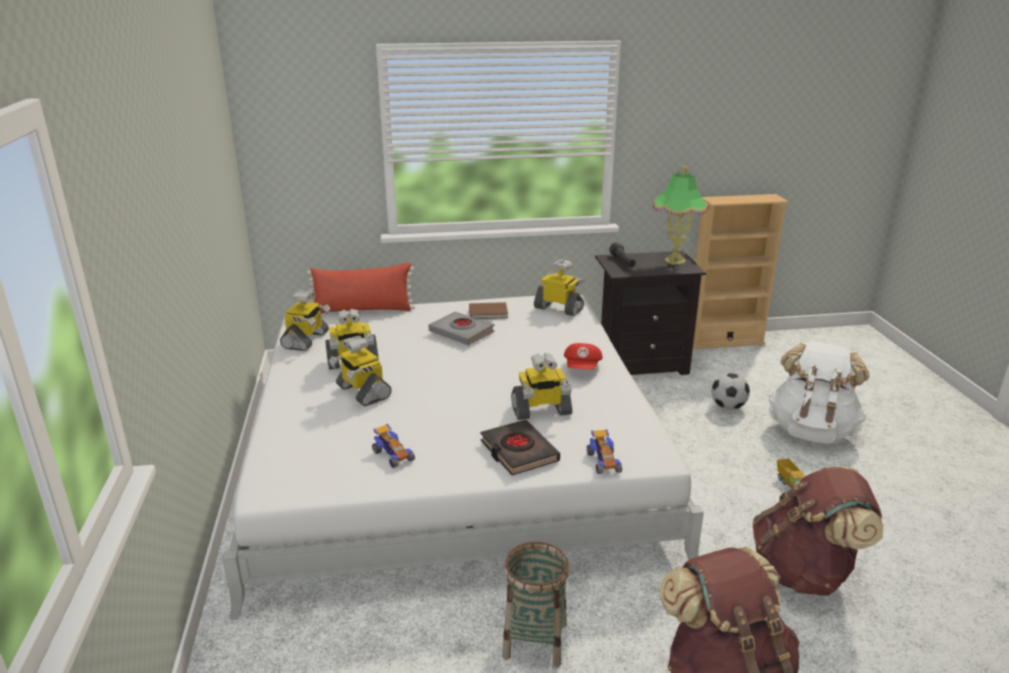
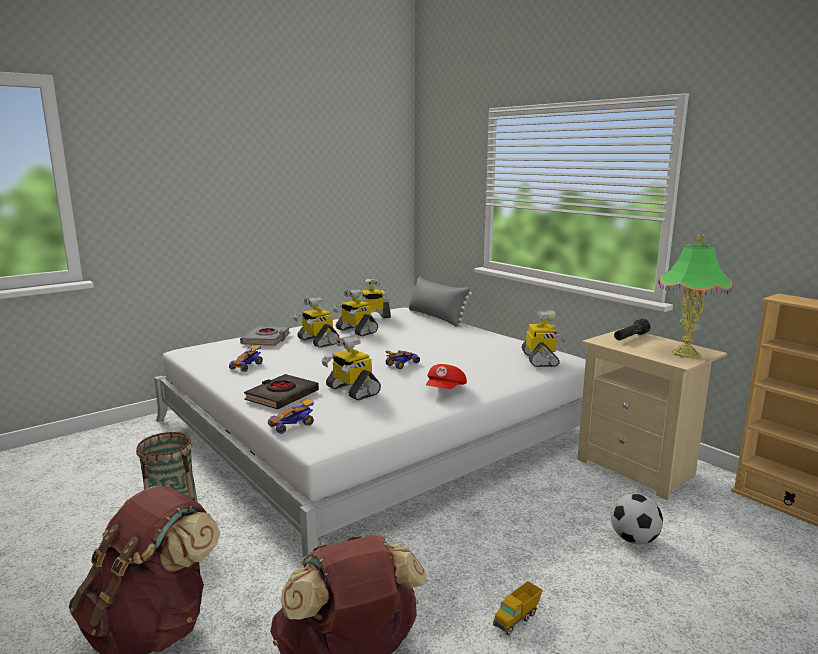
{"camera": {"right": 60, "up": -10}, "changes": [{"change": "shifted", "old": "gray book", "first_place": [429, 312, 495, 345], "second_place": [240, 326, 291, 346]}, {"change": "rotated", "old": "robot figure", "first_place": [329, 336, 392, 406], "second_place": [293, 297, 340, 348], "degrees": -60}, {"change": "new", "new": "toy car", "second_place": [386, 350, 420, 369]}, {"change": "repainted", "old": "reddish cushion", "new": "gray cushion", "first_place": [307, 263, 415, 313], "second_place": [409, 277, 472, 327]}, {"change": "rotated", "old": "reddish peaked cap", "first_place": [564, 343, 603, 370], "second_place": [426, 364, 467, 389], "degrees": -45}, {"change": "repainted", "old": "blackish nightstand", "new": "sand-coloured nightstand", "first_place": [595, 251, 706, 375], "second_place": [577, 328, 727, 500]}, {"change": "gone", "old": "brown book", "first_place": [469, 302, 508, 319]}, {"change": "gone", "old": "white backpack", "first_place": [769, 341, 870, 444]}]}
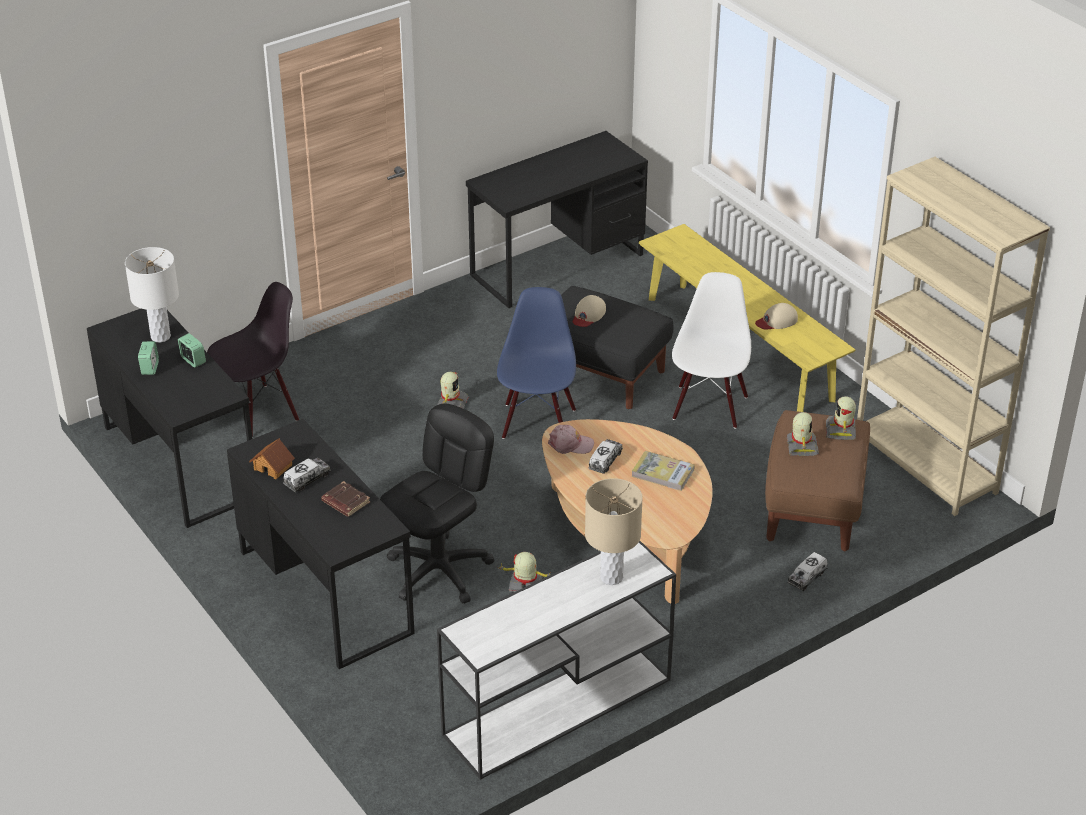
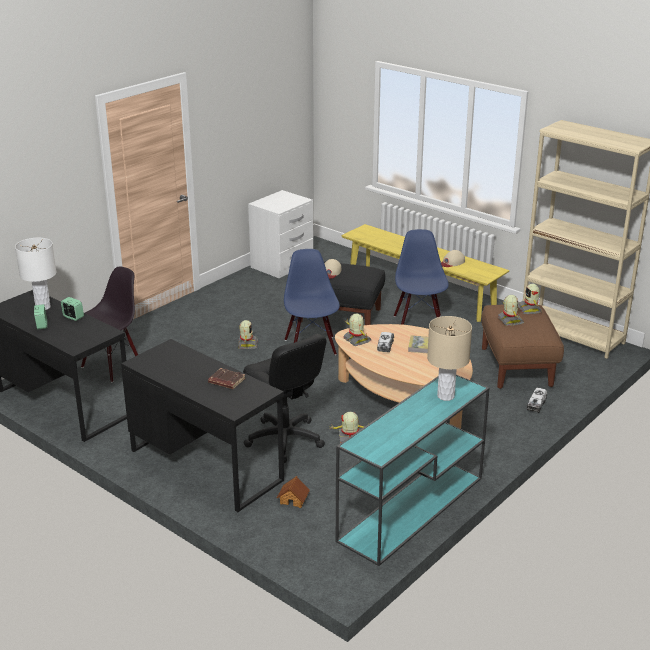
{"camera": {"right": -15, "up": -10}, "changes": [{"change": "rotated", "old": "blackish office chair", "first_place": [380, 404, 494, 604], "second_place": [243, 334, 327, 463], "degrees": 120}, {"change": "swapped", "old": "blackish desk unit", "new": "white nightstand", "first_place": [466, 131, 648, 308], "second_place": [248, 190, 313, 278]}, {"change": "shifted", "old": "miniature house", "first_place": [249, 438, 295, 479], "second_place": [277, 476, 310, 508]}, {"change": "repainted", "old": "white hall table", "new": "turquoise-coloured hall table", "first_place": [437, 541, 676, 780], "second_place": [336, 375, 489, 566]}, {"change": "swapped", "old": "pink-coloured peaked cap", "new": "robot figure", "first_place": [548, 425, 594, 454], "second_place": [344, 314, 372, 346]}, {"change": "repainted", "old": "white plain chair", "new": "bluish plain chair", "first_place": [672, 272, 751, 429], "second_place": [394, 229, 449, 325]}, {"change": "gone", "old": "toy truck", "first_place": [283, 458, 331, 492]}]}
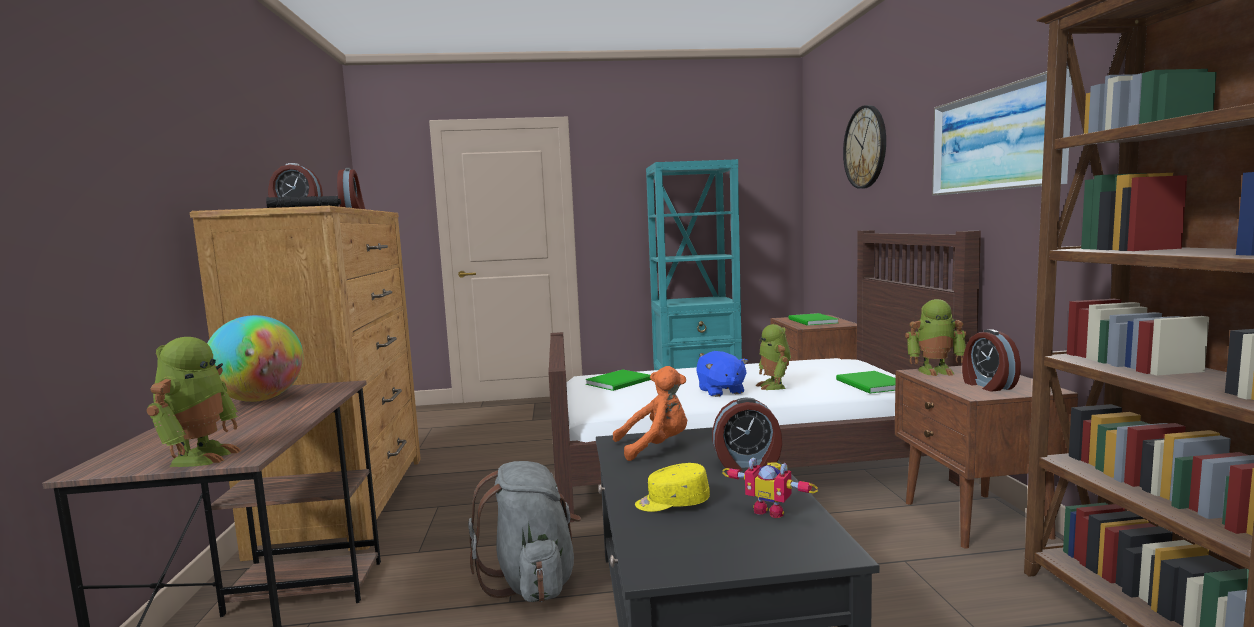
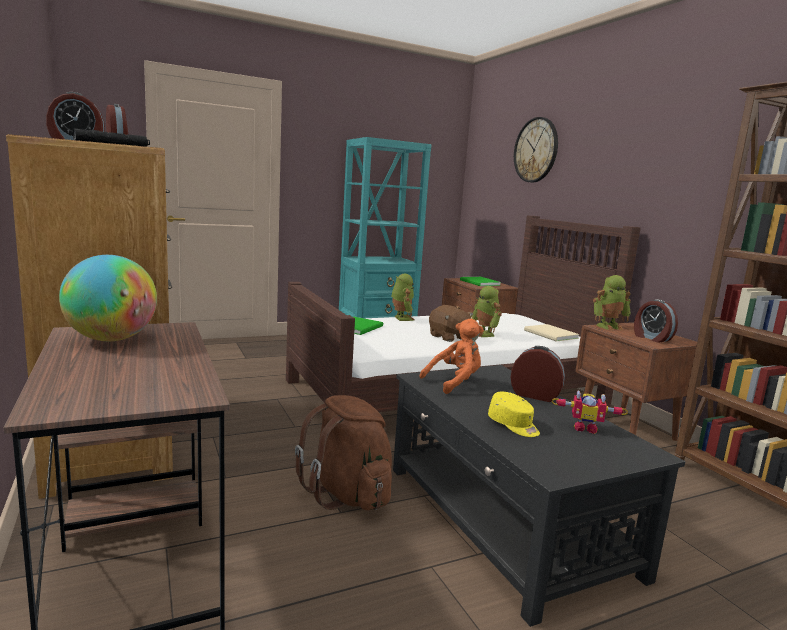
{"camera": {"right": -20, "up": 5}, "changes": [{"change": "repainted", "old": "gray backpack", "new": "brown backpack", "first_place": [468, 461, 581, 602], "second_place": [295, 395, 392, 510]}, {"change": "shifted", "old": "robot figure", "first_place": [147, 337, 241, 467], "second_place": [391, 274, 414, 321]}, {"change": "repainted", "old": "bluish cuddly toy", "new": "brown cuddly toy", "first_place": [696, 351, 748, 397], "second_place": [429, 305, 473, 342]}, {"change": "rotated", "old": "yellowish peaked cap", "first_place": [635, 463, 710, 512], "second_place": [488, 392, 540, 437], "degrees": -105}, {"change": "rotated", "old": "alarm clock", "first_place": [712, 398, 782, 471], "second_place": [511, 346, 565, 402], "degrees": -135}, {"change": "repainted", "old": "green book", "new": "sand-coloured book", "first_place": [836, 371, 895, 394], "second_place": [524, 324, 580, 342]}, {"change": "gone", "old": "picture", "first_place": [932, 66, 1072, 195]}]}
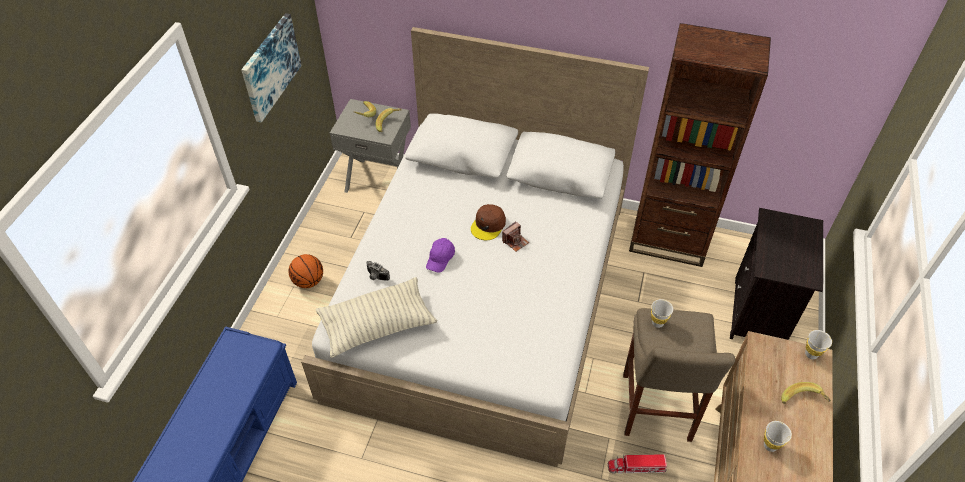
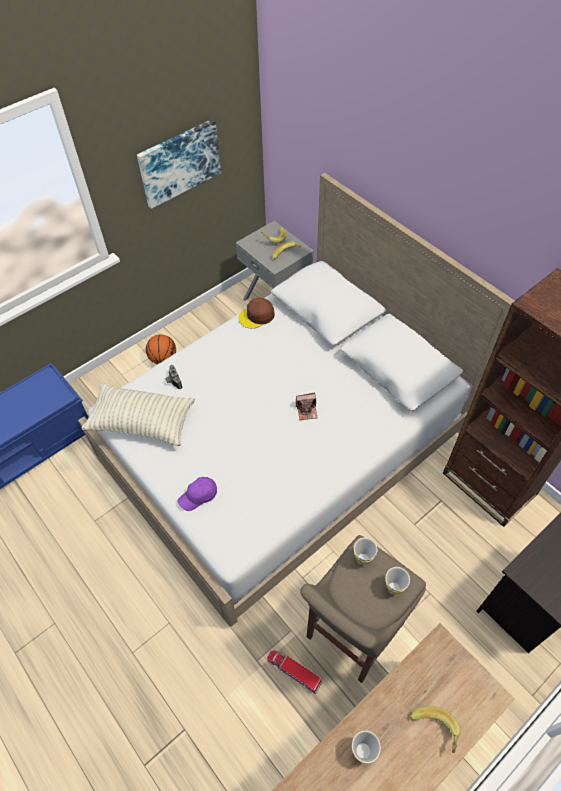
{"camera": {"right": 35, "up": 5}, "changes": [{"change": "shifted", "old": "purple peaked cap", "first_place": [426, 238, 455, 273], "second_place": [178, 477, 217, 511]}, {"change": "shifted", "old": "brown peaked cap", "first_place": [471, 204, 506, 240], "second_place": [238, 298, 275, 329]}, {"change": "shifted", "old": "white drinking cup", "first_place": [805, 330, 832, 359], "second_place": [385, 567, 410, 595]}]}
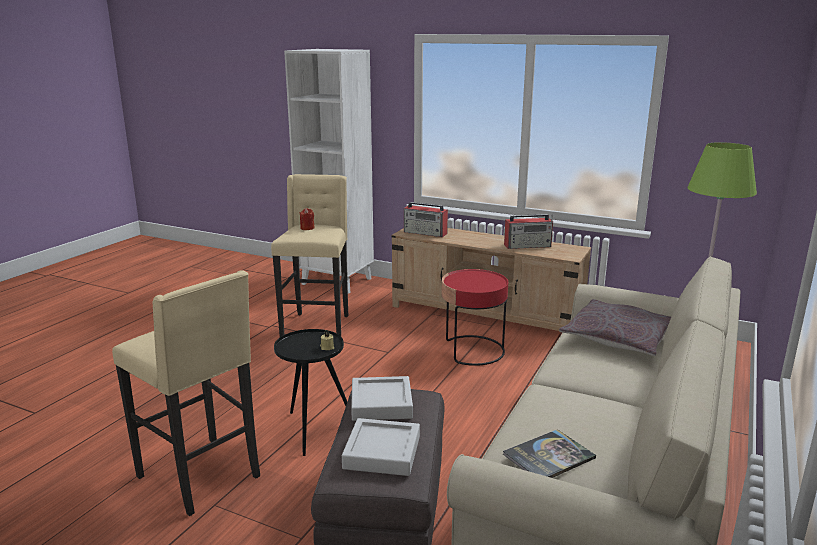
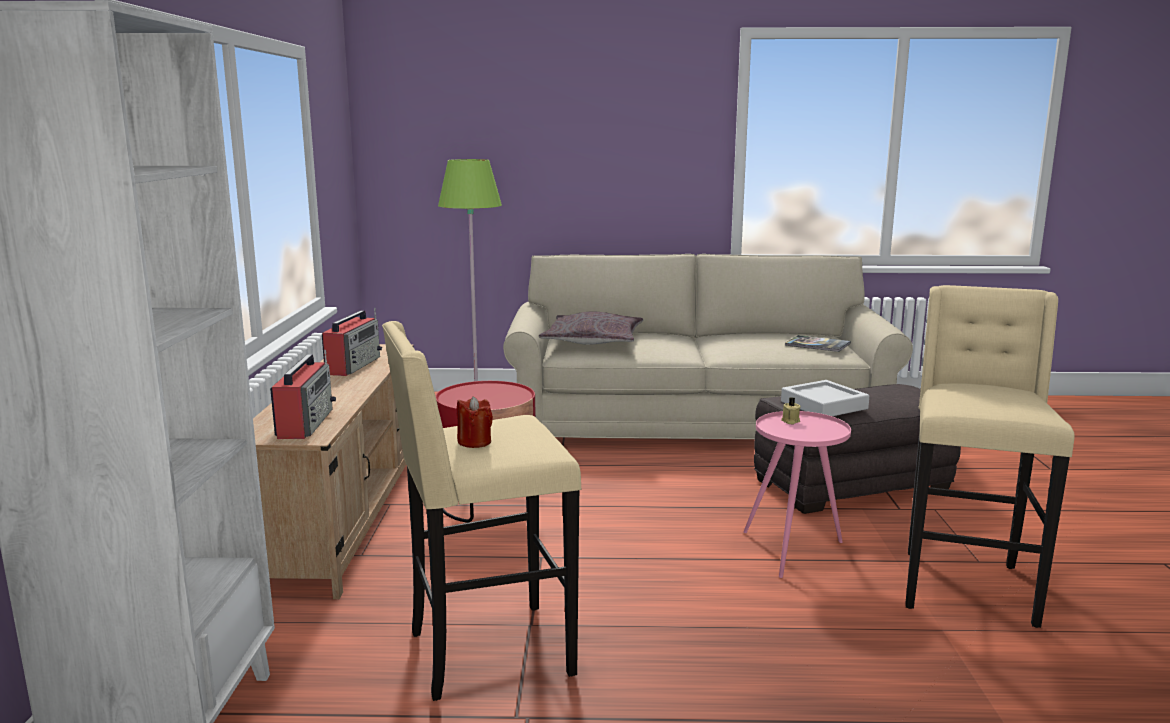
{"camera": {"right": -115, "up": -5}, "changes": [{"change": "rotated", "old": "radio receiver", "first_place": [504, 214, 553, 249], "second_place": [322, 307, 382, 376], "degrees": 45}, {"change": "repainted", "old": "blackish side table", "new": "pink-coloured side table", "first_place": [274, 329, 347, 456], "second_place": [744, 411, 851, 578]}, {"change": "gone", "old": "gray carrying tray", "first_place": [342, 418, 420, 476]}]}
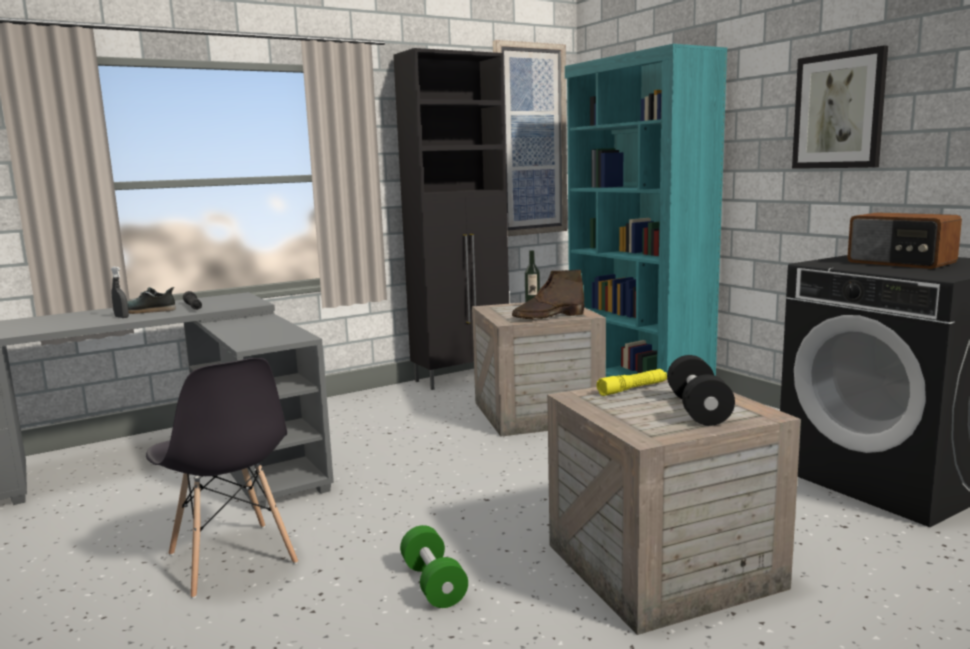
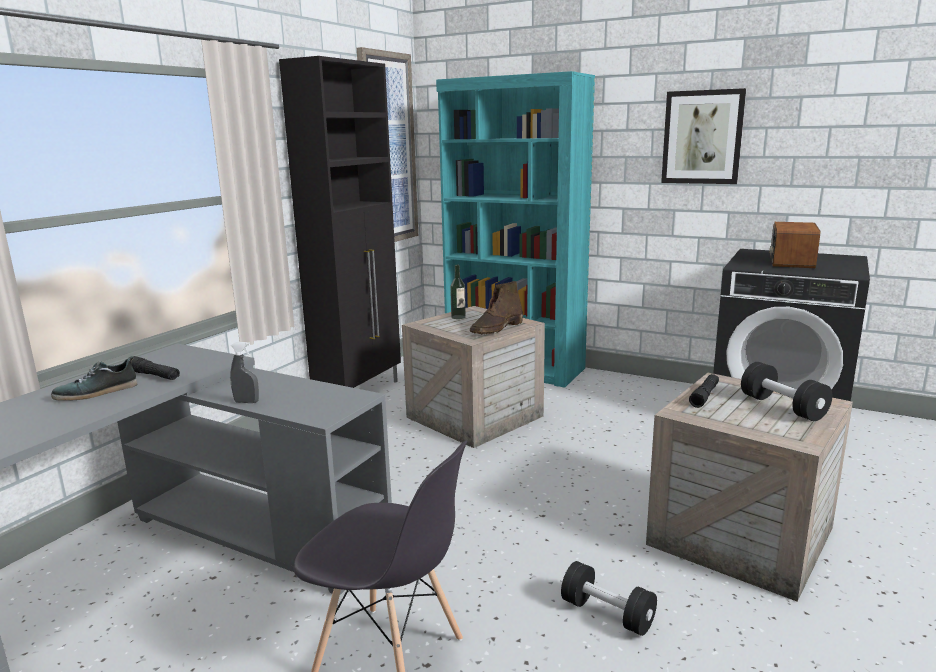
{"camera": {"right": -30, "up": 5}, "changes": [{"change": "shifted", "old": "gray spray bottle", "first_place": [111, 267, 129, 318], "second_place": [230, 342, 259, 403]}, {"change": "repainted", "old": "green dumbbell", "new": "blackish dumbbell", "first_place": [400, 525, 468, 608], "second_place": [561, 561, 657, 636]}, {"change": "repainted", "old": "yellowish flashlight", "new": "blackish flashlight", "first_place": [597, 369, 667, 396], "second_place": [689, 374, 719, 408]}, {"change": "rotated", "old": "radio receiver", "first_place": [847, 212, 962, 269], "second_place": [769, 222, 821, 268], "degrees": 90}]}
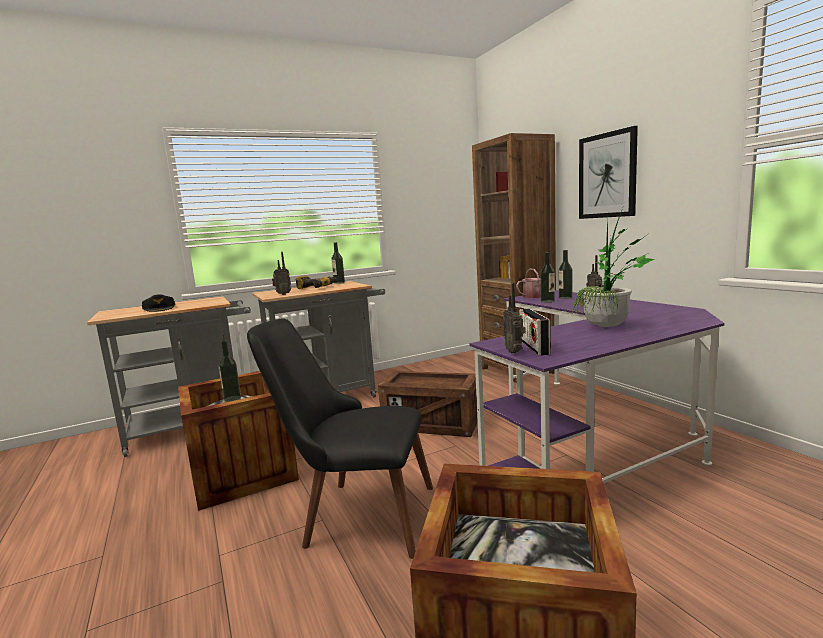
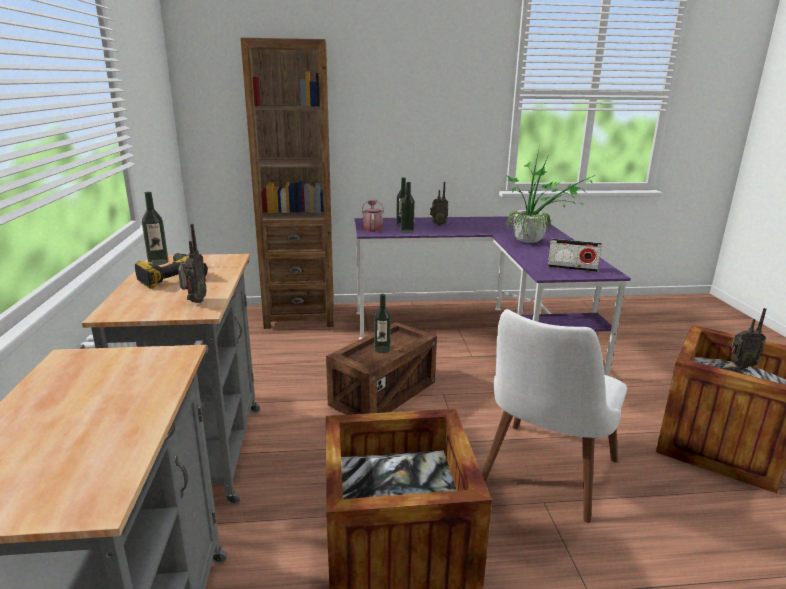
{"camera": {"right": -70, "up": 10}, "changes": [{"change": "shifted", "old": "bottle", "first_place": [219, 340, 241, 402], "second_place": [374, 294, 391, 353]}, {"change": "repainted", "old": "blackish plain chair", "new": "white plain chair", "first_place": [247, 318, 433, 559], "second_place": [482, 309, 627, 523]}, {"change": "shifted", "old": "radio receiver", "first_place": [503, 283, 526, 354], "second_place": [731, 308, 766, 368]}, {"change": "gone", "old": "blackish peaked cap", "first_place": [142, 294, 175, 312]}, {"change": "gone", "old": "picture", "first_place": [579, 126, 638, 219]}]}
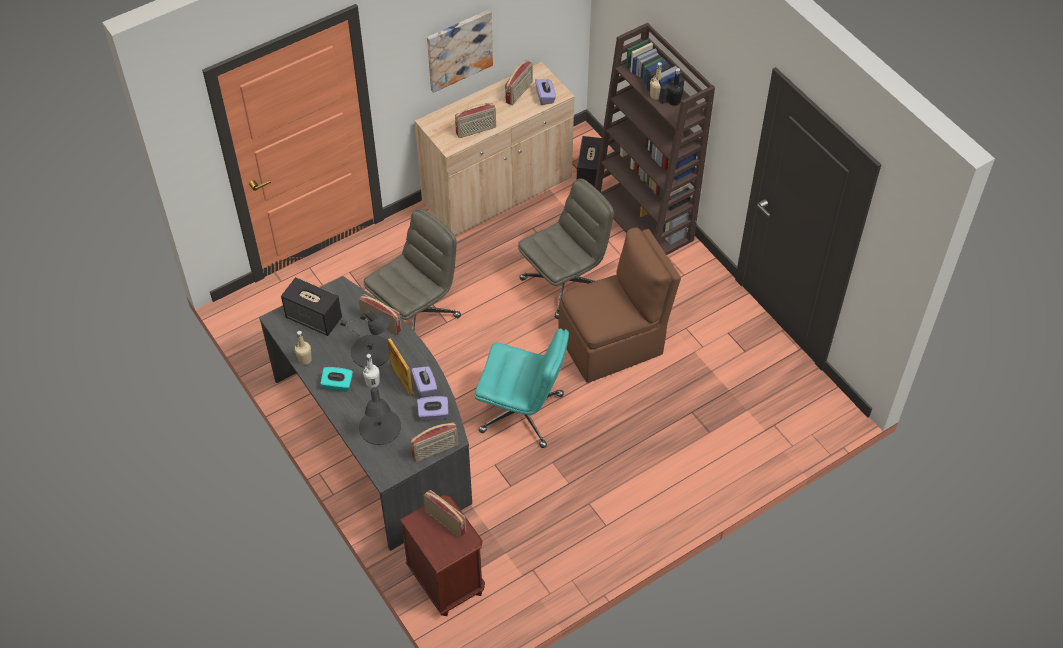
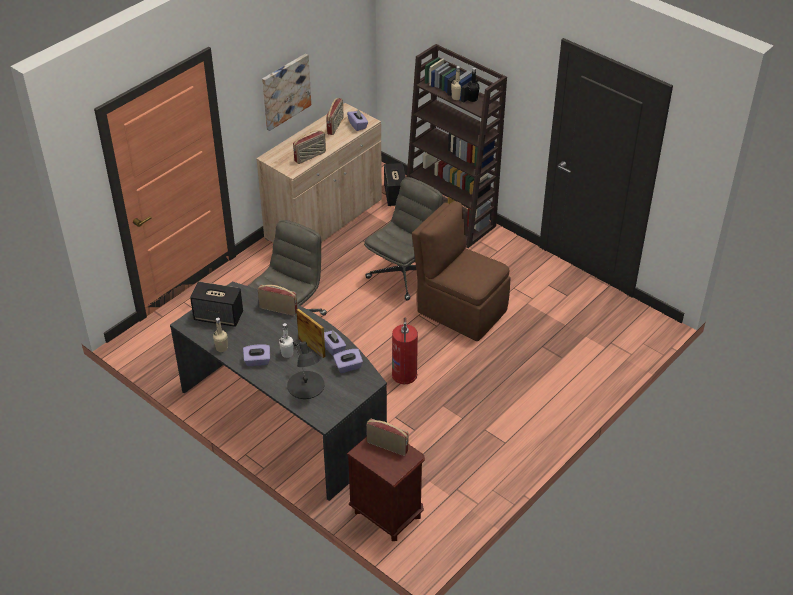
{"camera": {"right": -15, "up": -10}, "changes": [{"change": "repainted", "old": "turquoise-coloured tissue holder", "new": "purple tissue holder", "first_place": [320, 367, 353, 392], "second_place": [243, 344, 270, 366]}, {"change": "swapped", "old": "turquoise-coloured office chair", "new": "fire extinguisher", "first_place": [475, 328, 569, 448], "second_place": [392, 318, 418, 384]}, {"change": "rotated", "old": "brown plain chair", "first_place": [558, 227, 681, 383], "second_place": [412, 201, 511, 341], "degrees": -105}, {"change": "gone", "old": "blackish lamp for a table", "first_place": [340, 309, 390, 368]}, {"change": "gone", "old": "radio receiver", "first_place": [410, 422, 458, 462]}]}
